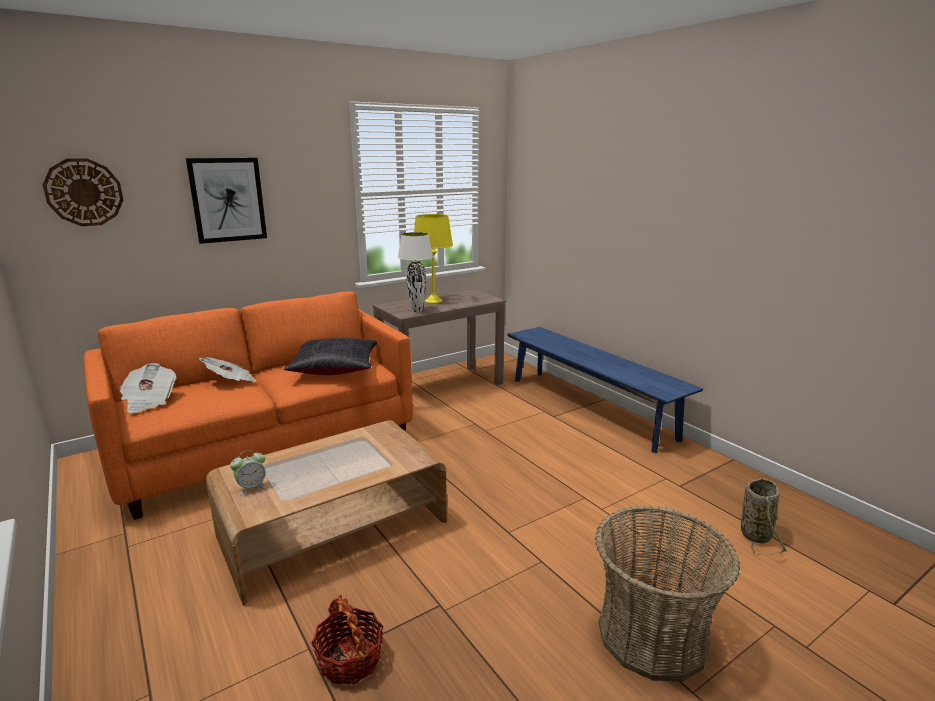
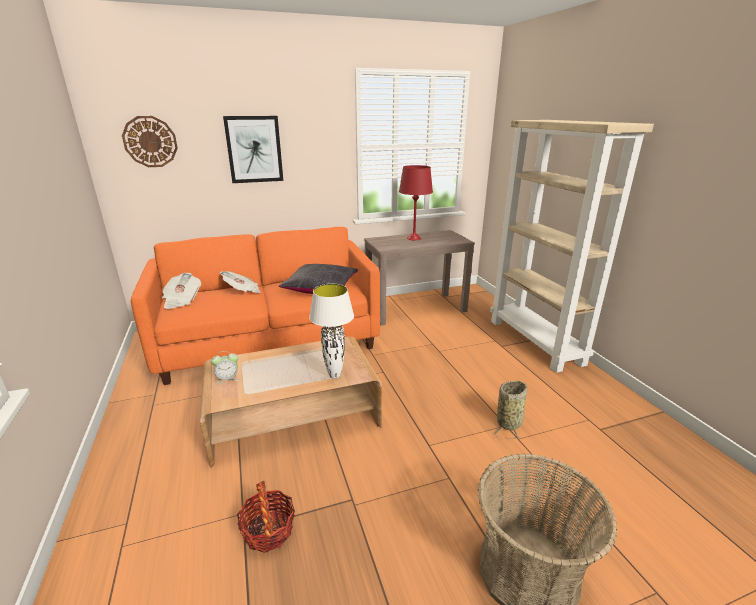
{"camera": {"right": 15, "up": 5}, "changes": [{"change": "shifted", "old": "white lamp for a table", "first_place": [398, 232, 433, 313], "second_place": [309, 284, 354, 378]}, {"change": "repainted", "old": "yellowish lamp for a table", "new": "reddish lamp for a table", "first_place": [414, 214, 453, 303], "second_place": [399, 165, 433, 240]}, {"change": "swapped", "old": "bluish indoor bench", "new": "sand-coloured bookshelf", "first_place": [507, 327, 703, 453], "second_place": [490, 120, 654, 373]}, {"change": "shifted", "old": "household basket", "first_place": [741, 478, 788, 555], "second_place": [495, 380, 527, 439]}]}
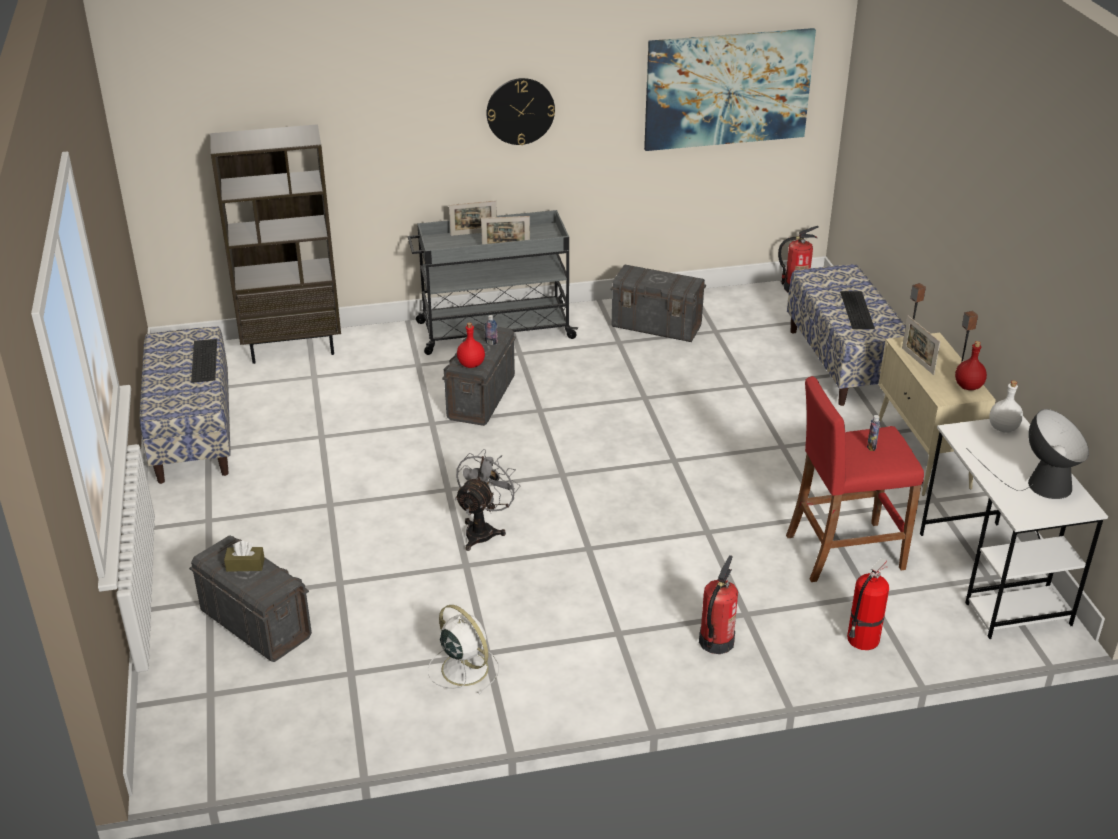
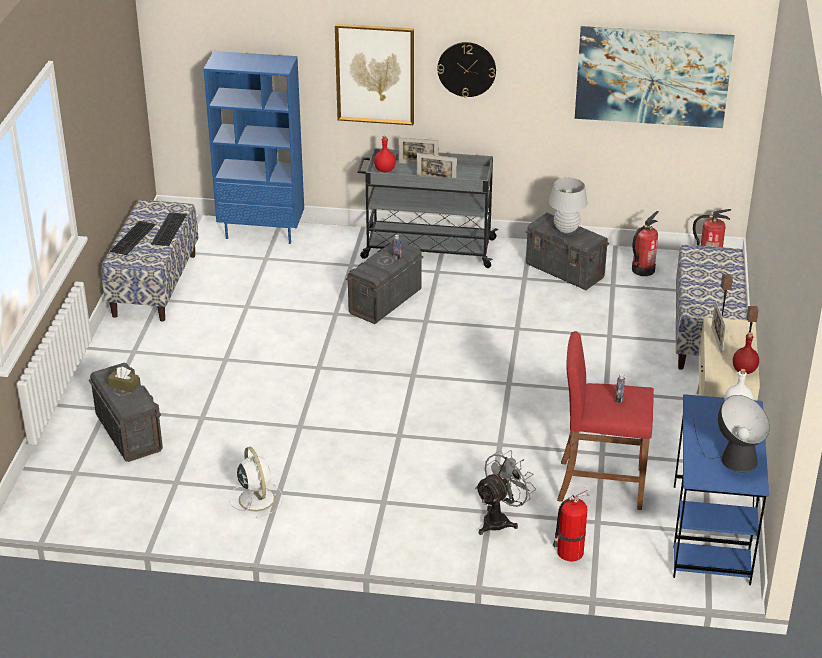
{"camera": {"right": 20, "up": 0}, "changes": [{"change": "shifted", "old": "computer keyboard", "first_place": [840, 291, 875, 329], "second_place": [110, 221, 156, 255]}, {"change": "repainted", "old": "brown bookshelf", "new": "bluish bookshelf", "first_place": [210, 124, 341, 364], "second_place": [204, 51, 304, 244]}, {"change": "new", "new": "picture", "second_place": [335, 24, 414, 125]}, {"change": "shifted", "old": "reddish bottle", "first_place": [457, 322, 485, 368], "second_place": [374, 136, 396, 172]}, {"change": "shifted", "old": "gray cooling fan", "first_place": [455, 449, 520, 551], "second_place": [475, 450, 536, 535]}, {"change": "new", "new": "white lamp for a table", "second_place": [549, 178, 588, 233]}, {"change": "shifted", "old": "fire extinguisher", "first_place": [699, 555, 738, 654], "second_place": [632, 211, 659, 276]}, {"change": "repainted", "old": "white desk unit", "new": "bluish desk unit", "first_place": [920, 416, 1108, 639], "second_place": [673, 394, 769, 585]}]}
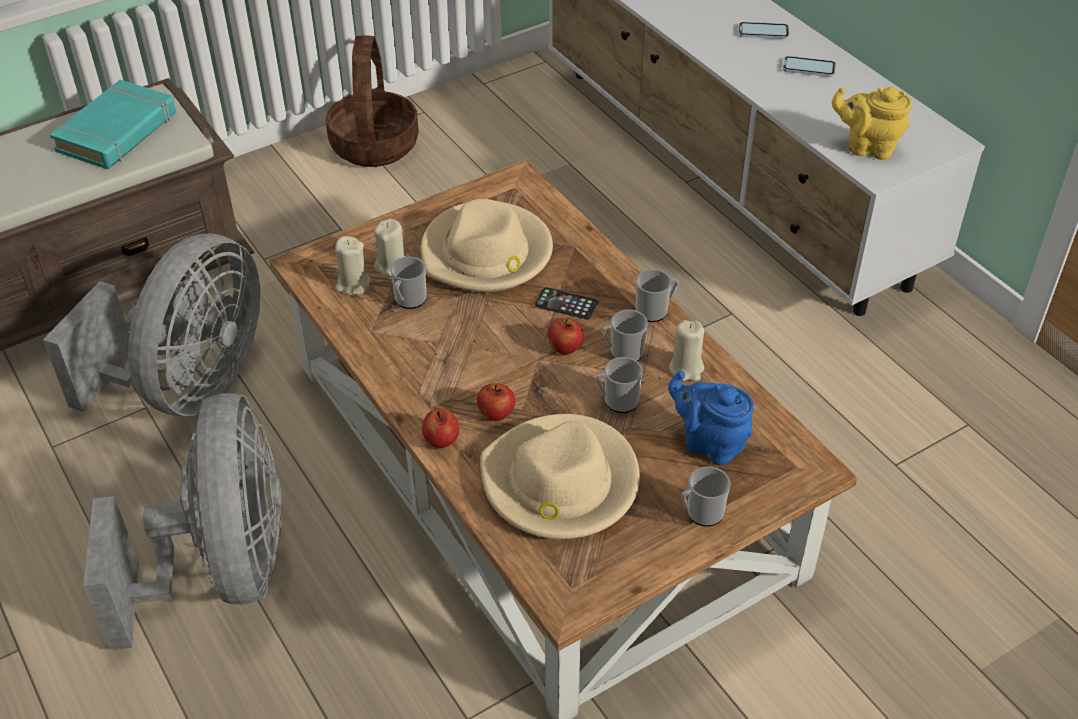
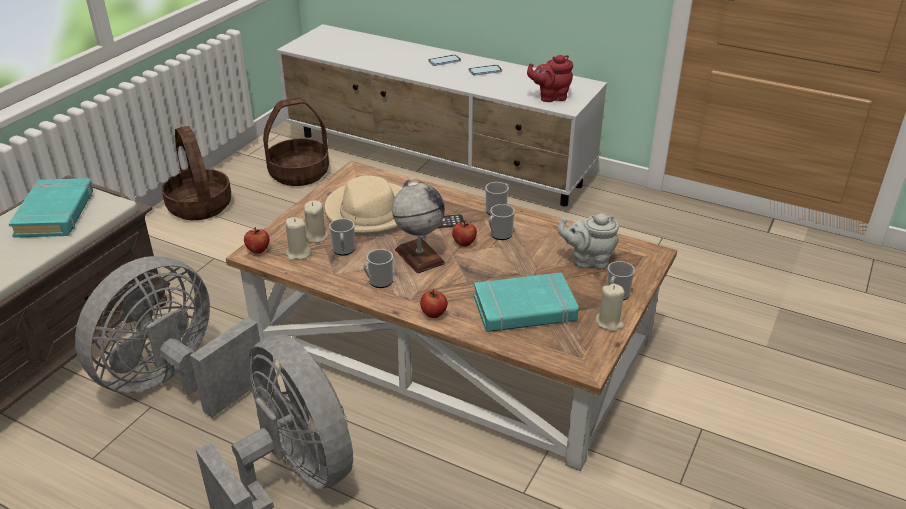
{"camera": {"right": -30, "up": -10}, "changes": [{"change": "rotated", "old": "gray cooling fan", "first_place": [43, 233, 260, 416], "second_place": [75, 256, 260, 417], "degrees": -135}, {"change": "shifted", "old": "apple fruit", "first_place": [477, 383, 515, 421], "second_place": [244, 227, 269, 254]}, {"change": "new", "new": "household basket", "second_place": [263, 98, 329, 186]}, {"change": "shifted", "old": "mug", "first_place": [596, 357, 643, 413], "second_place": [363, 249, 393, 288]}, {"change": "new", "new": "desk globe", "second_place": [392, 179, 445, 273]}, {"change": "swapped", "old": "sand-coloured hat", "new": "turquoise-coloured book", "first_place": [480, 414, 640, 539], "second_place": [474, 272, 579, 332]}, {"change": "repainted", "old": "yellowish pot for tea", "new": "reddish pot for tea", "first_place": [832, 87, 912, 160], "second_place": [527, 55, 573, 102]}, {"change": "repainted", "old": "bluish pot for tea", "new": "gray pot for tea", "first_place": [668, 371, 754, 465], "second_place": [557, 213, 619, 270]}, {"change": "shifted", "old": "sand-coloured wax candle", "first_place": [669, 320, 704, 381], "second_place": [596, 283, 625, 332]}]}
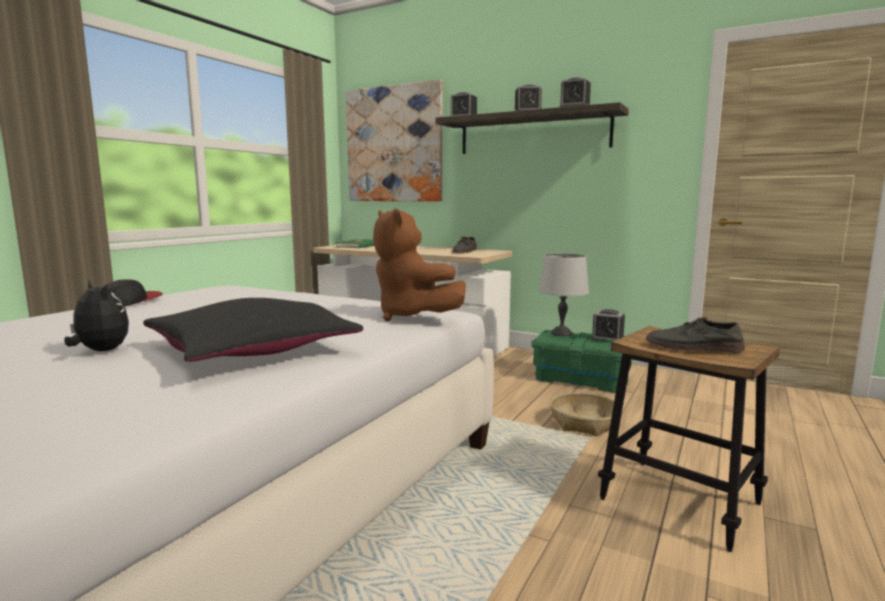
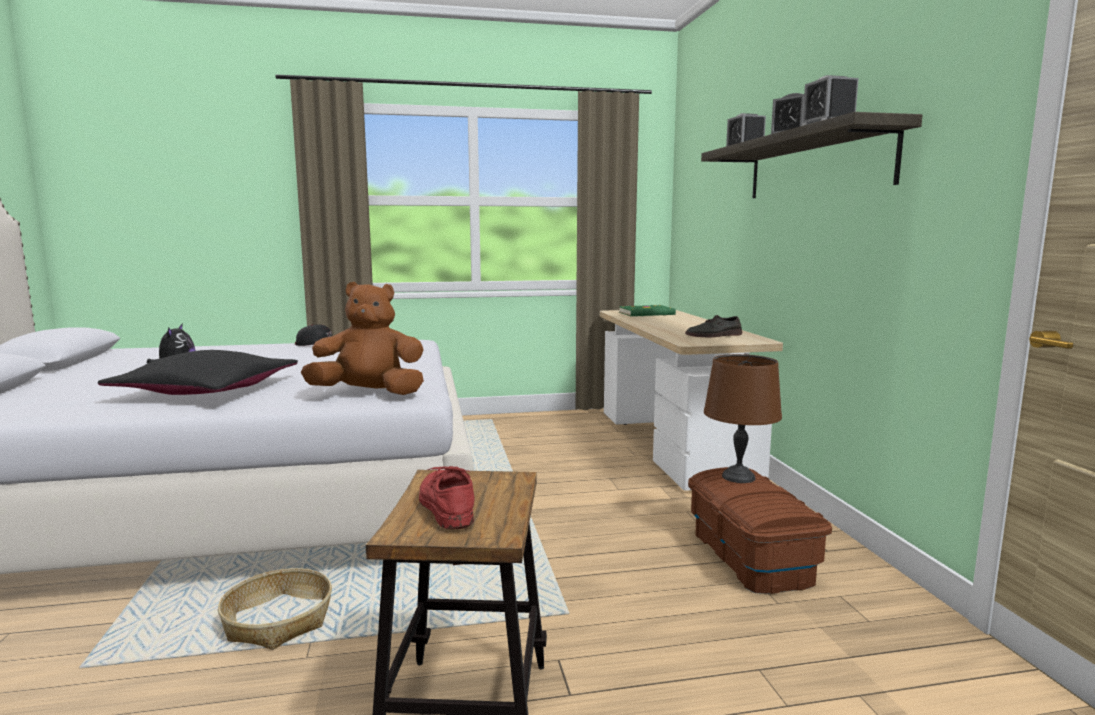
{"camera": {"right": 50, "up": 0}, "changes": [{"change": "shifted", "old": "household basket", "first_place": [550, 392, 614, 436], "second_place": [218, 568, 332, 650]}, {"change": "rotated", "old": "brown cuddly toy", "first_place": [373, 208, 466, 321], "second_place": [301, 282, 424, 395], "degrees": 75}, {"change": "repainted", "old": "gray item of footwear", "new": "reddish item of footwear", "first_place": [646, 317, 745, 353], "second_place": [419, 466, 475, 529]}, {"change": "repainted", "old": "green storage bin", "new": "brown storage bin", "first_place": [531, 330, 632, 393], "second_place": [688, 467, 832, 594]}, {"change": "repainted", "old": "gray lamp for a table", "new": "brown lamp for a table", "first_place": [539, 254, 589, 336], "second_place": [704, 354, 782, 483]}, {"change": "gone", "old": "picture", "first_place": [346, 79, 442, 201]}, {"change": "gone", "old": "alarm clock", "first_place": [591, 309, 625, 341]}]}
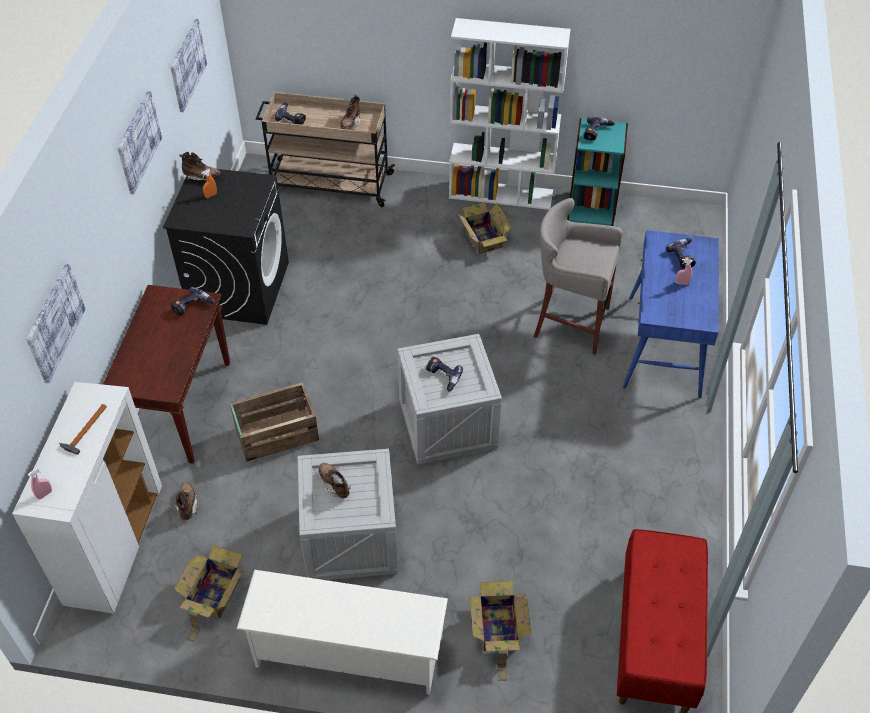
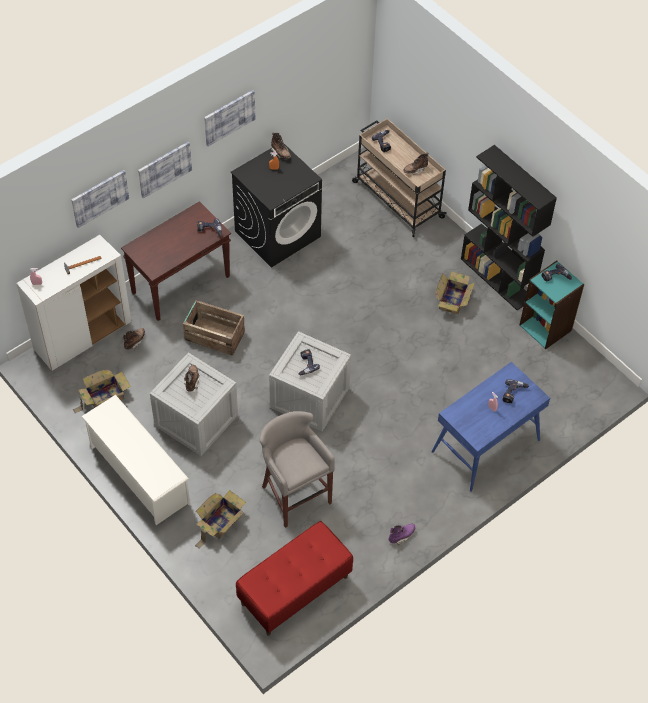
{"camera": {"right": 40, "up": 5}, "changes": [{"change": "shifted", "old": "picture", "first_place": [170, 19, 207, 112], "second_place": [138, 142, 192, 199]}, {"change": "shifted", "old": "gray sitting stool", "first_place": [534, 198, 623, 355], "second_place": [259, 411, 335, 528]}, {"change": "new", "new": "purple boot", "second_place": [389, 524, 416, 545]}, {"change": "repainted", "old": "white bookshelf", "new": "blackish bookshelf", "first_place": [449, 18, 571, 210], "second_place": [461, 145, 557, 310]}]}
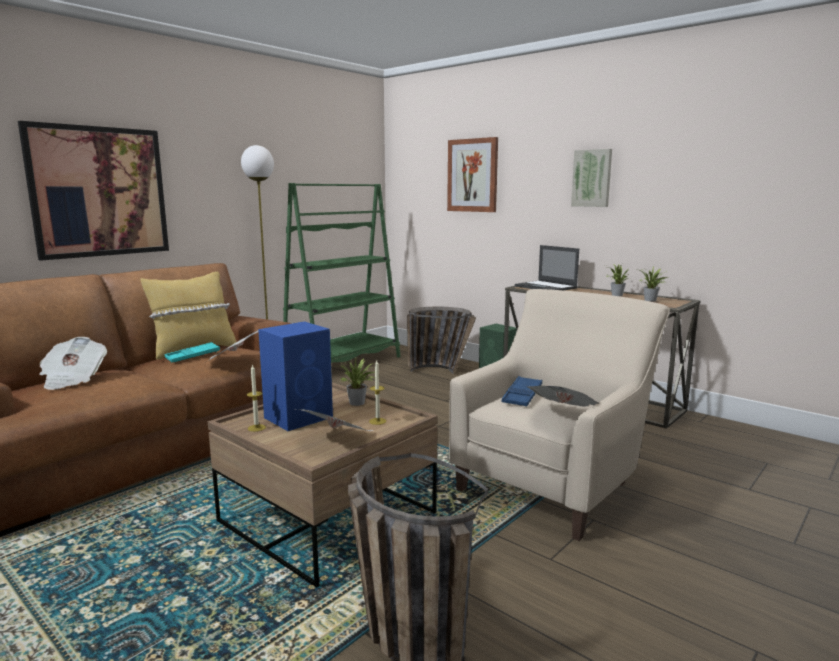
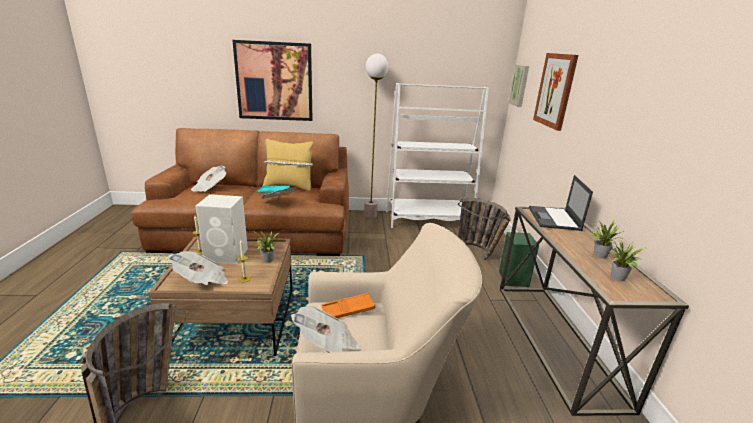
{"camera": {"right": 45, "up": 10}, "changes": [{"change": "repainted", "old": "bluish audio speaker", "new": "white audio speaker", "first_place": [258, 322, 333, 431], "second_place": [195, 194, 248, 264]}, {"change": "repainted", "old": "bluish carrying tray", "new": "orange-coloured carrying tray", "first_place": [501, 376, 542, 406], "second_place": [321, 293, 375, 318]}, {"change": "repainted", "old": "green bookshelf", "new": "white bookshelf", "first_place": [283, 183, 401, 363], "second_place": [386, 83, 489, 228]}, {"change": "shifted", "old": "picture", "first_place": [571, 149, 612, 207], "second_place": [509, 65, 529, 107]}]}
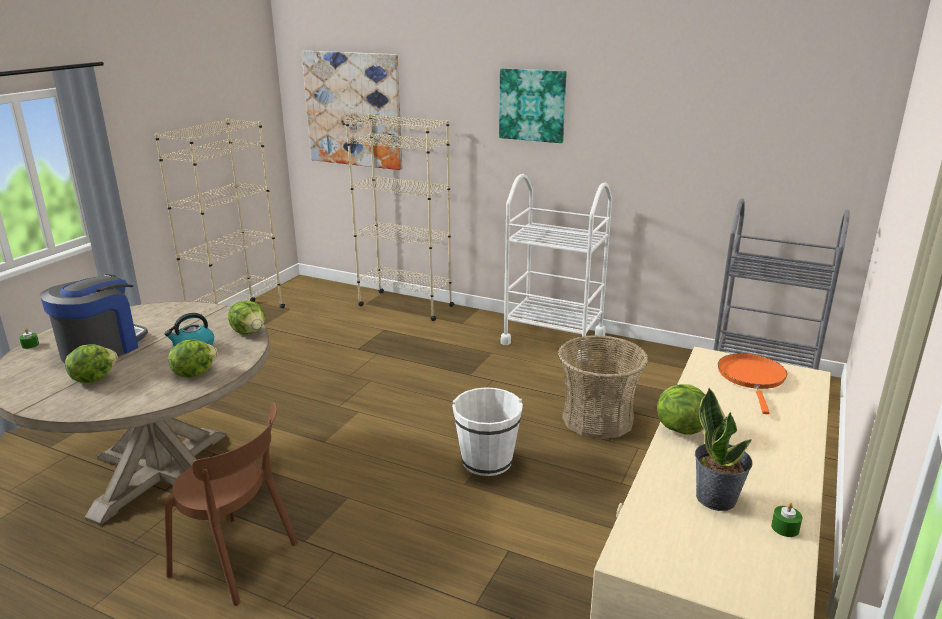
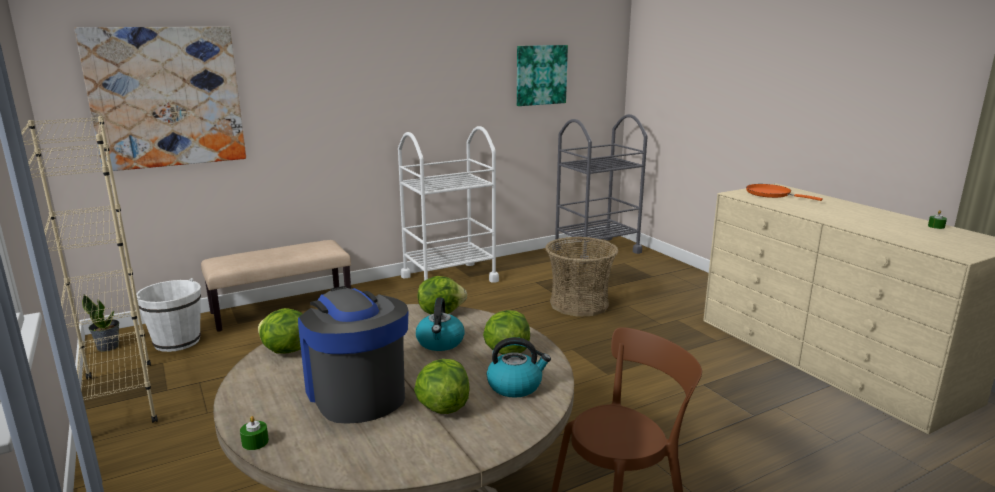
{"camera": {"right": -55, "up": -5}, "changes": [{"change": "shifted", "old": "potted plant", "first_place": [695, 388, 753, 511], "second_place": [82, 294, 119, 352]}, {"change": "shifted", "old": "white pail", "first_place": [452, 387, 523, 476], "second_place": [136, 278, 201, 352]}, {"change": "swapped", "old": "sand-coloured bookshelf", "new": "sand-coloured indoor bench", "first_place": [346, 114, 454, 321], "second_place": [201, 240, 351, 332]}, {"change": "shifted", "old": "lettuce", "first_place": [657, 384, 705, 435], "second_place": [258, 308, 303, 353]}, {"change": "new", "new": "water kettle", "second_place": [487, 337, 551, 398]}, {"change": "shifted", "old": "picture", "first_place": [499, 68, 567, 143], "second_place": [517, 45, 568, 106]}]}
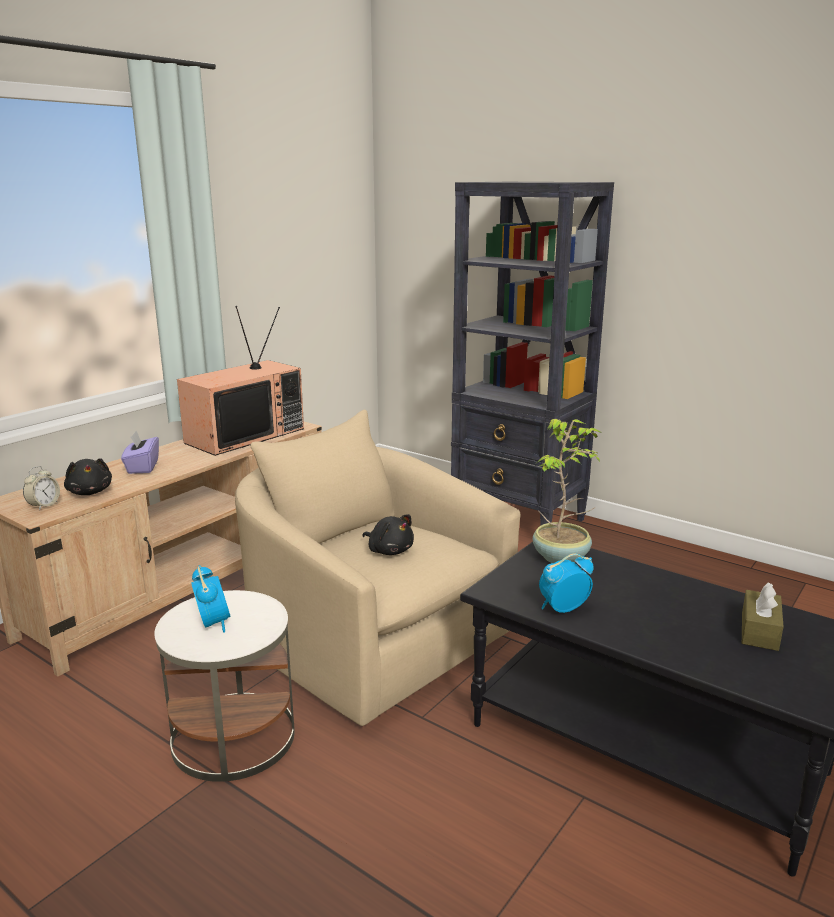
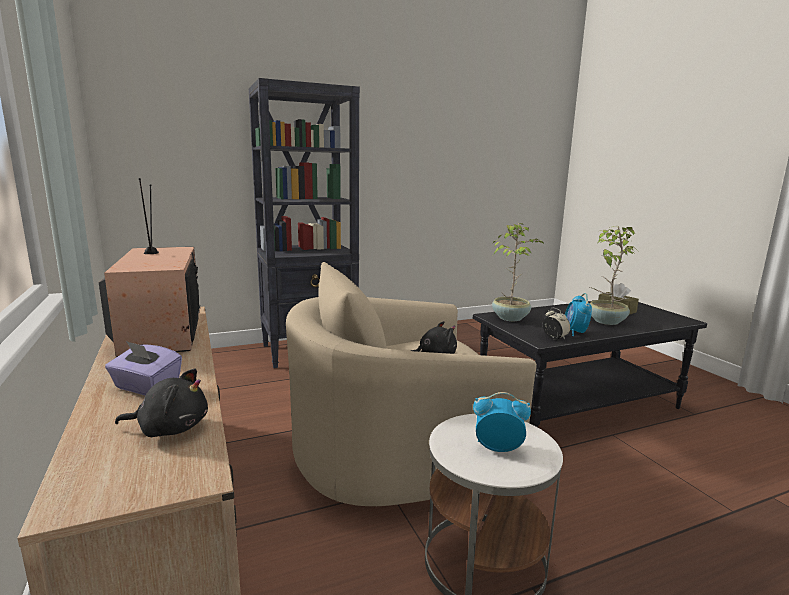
{"camera": {"right": -60, "up": -5}, "changes": [{"change": "shifted", "old": "alarm clock", "first_place": [23, 466, 60, 510], "second_place": [543, 308, 570, 339]}, {"change": "new", "new": "potted plant", "second_place": [590, 226, 638, 325]}]}
